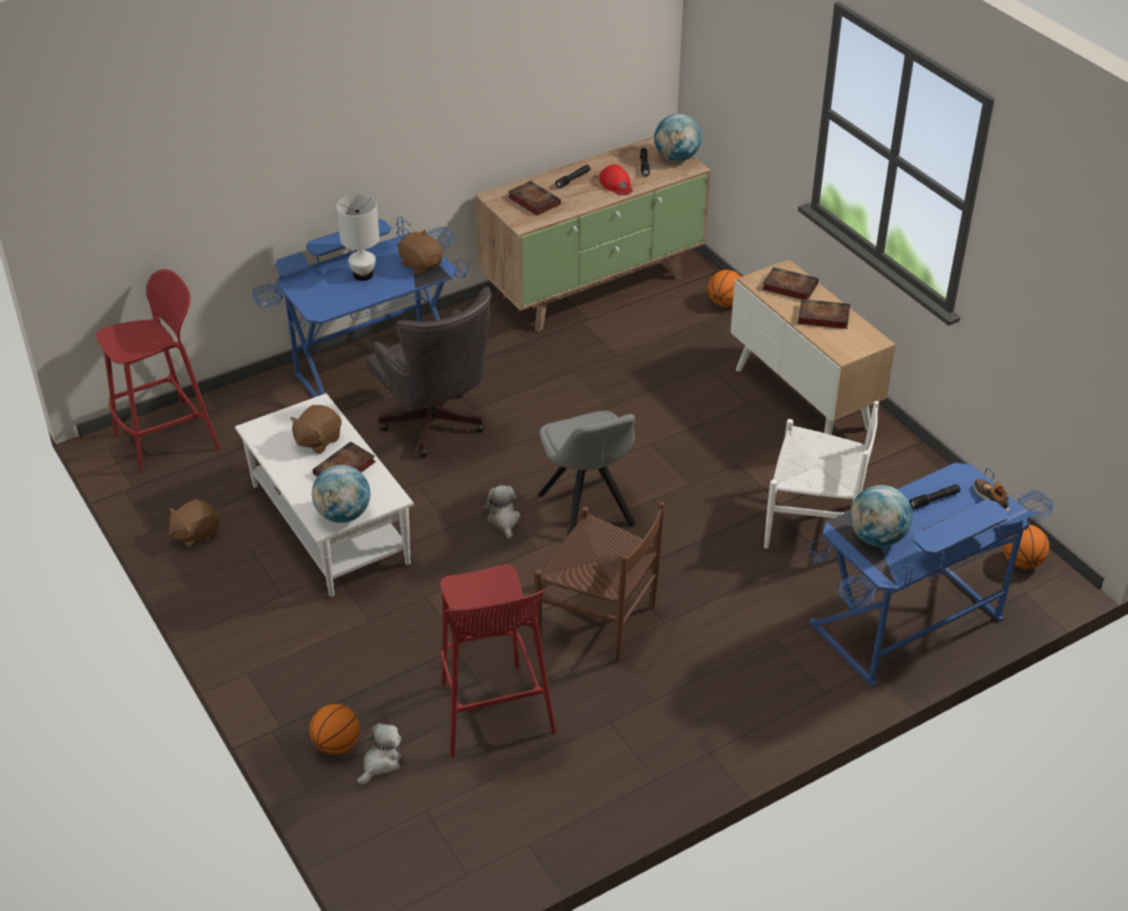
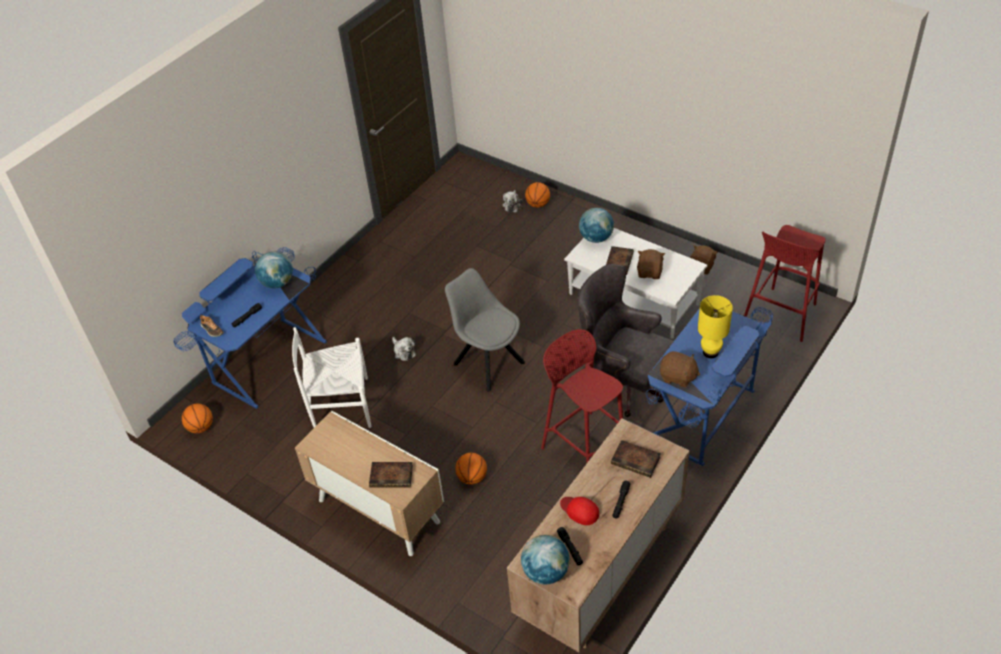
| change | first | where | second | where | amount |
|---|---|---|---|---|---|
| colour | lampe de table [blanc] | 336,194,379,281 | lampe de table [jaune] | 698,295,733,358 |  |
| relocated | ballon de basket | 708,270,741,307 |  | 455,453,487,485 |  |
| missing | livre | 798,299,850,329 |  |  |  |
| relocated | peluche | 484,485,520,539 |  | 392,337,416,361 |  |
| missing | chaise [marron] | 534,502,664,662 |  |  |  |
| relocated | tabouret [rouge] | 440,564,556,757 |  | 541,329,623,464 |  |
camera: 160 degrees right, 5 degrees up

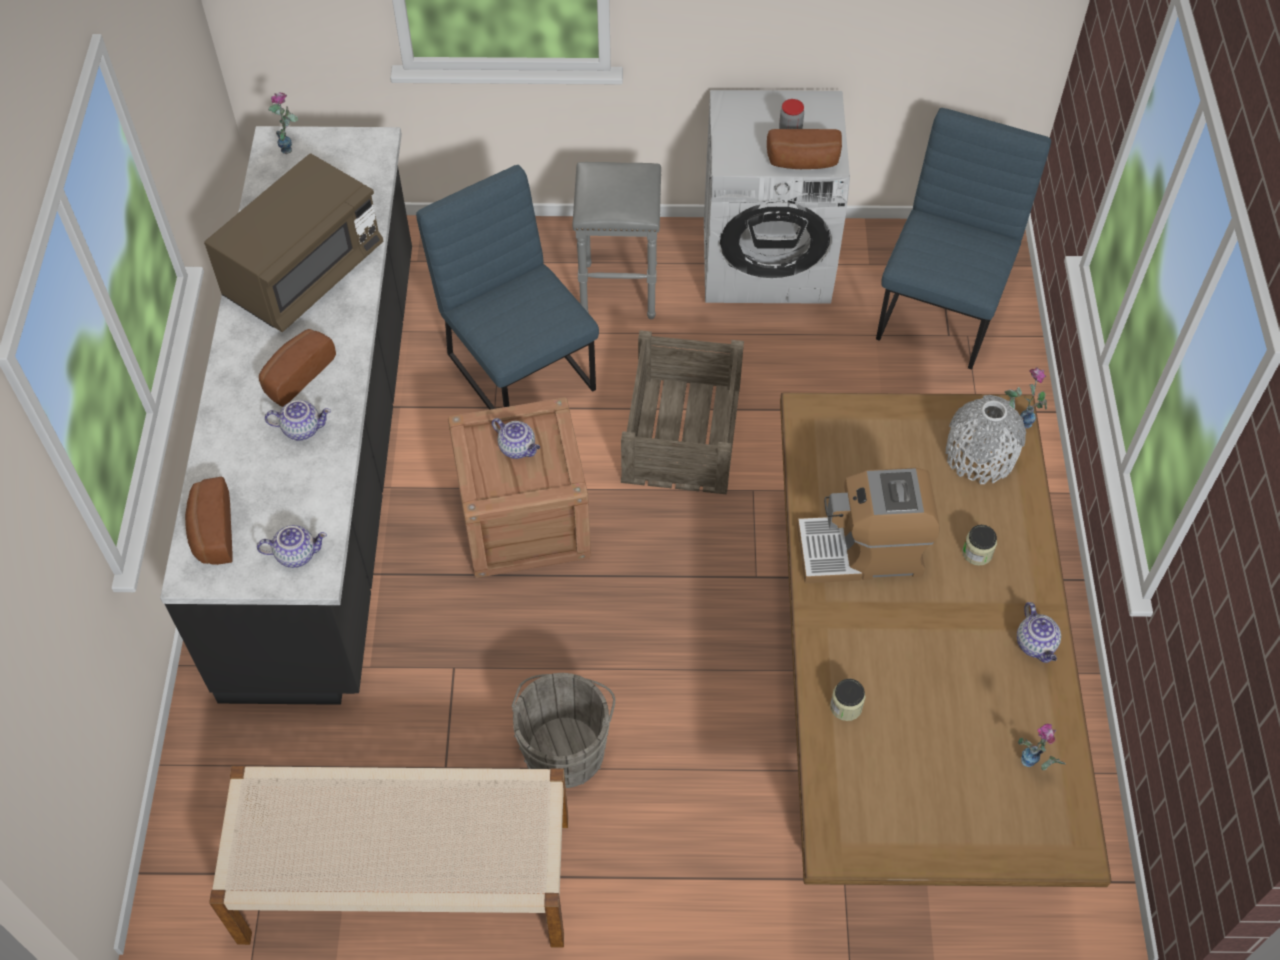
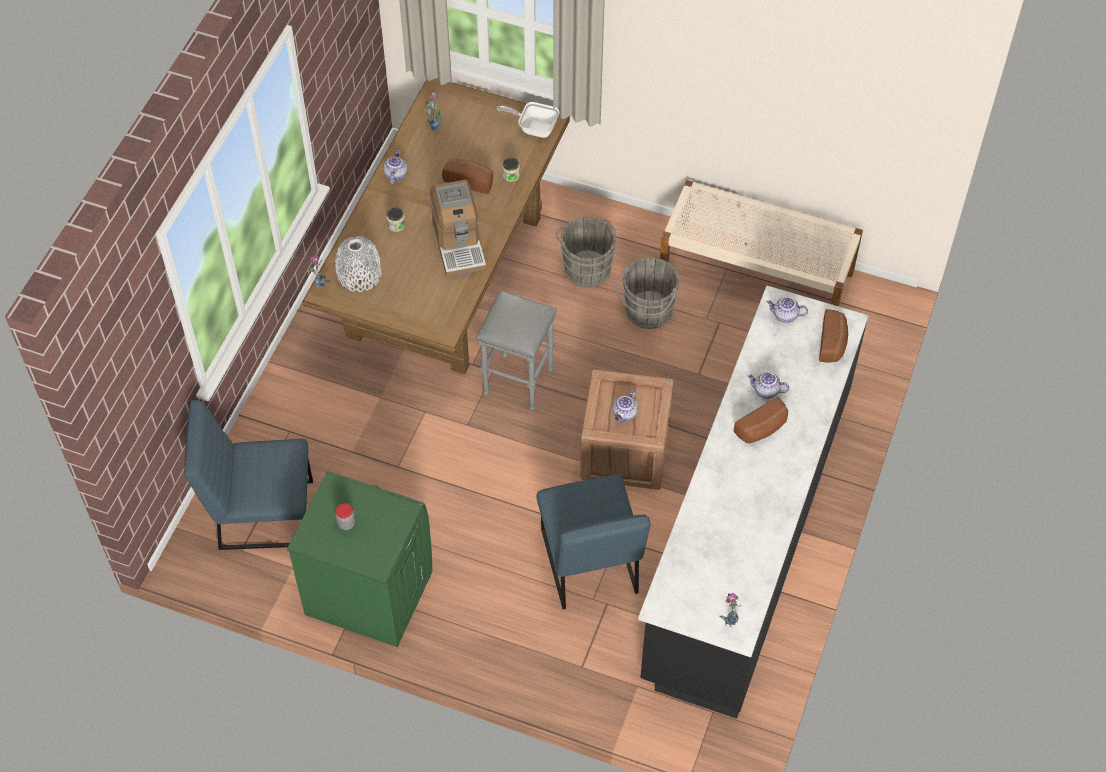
| change | first | where | second | where | amount |
|---|---|---|---|---|---|
| colour | lave-linge [blanc] | 704,90,850,304 | lave-linge [vert] | 287,471,432,647 |  |
| spun | chaise [bleu] | 876,108,1051,370 |  | 184,400,313,550 | 45 degrees clockwise |
| relocated | pain | 767,129,842,169 |  | 442,159,493,194 |  |
| missing | micro-ondes [marron] | 204,153,383,332 |  |  |  |
| relocated | tabouret [gris] | 572,162,661,319 |  | 476,291,557,411 |  |
| missing | caisse | 621,330,744,495 |  |  |  |
| spun | théière | 492,418,540,459 |  | 613,390,638,423 | 120 degrees counterclockwise |
| spun | machine à café | 797,468,939,583 |  | 430,180,487,277 | 60 degrees clockwise |
| appeared |  |  | poêle | 497,102,559,138 |  |
| appeared |  |  | seau [gris] | 556,217,617,287 |  |
camera: 160 degrees left, 0 degrees up

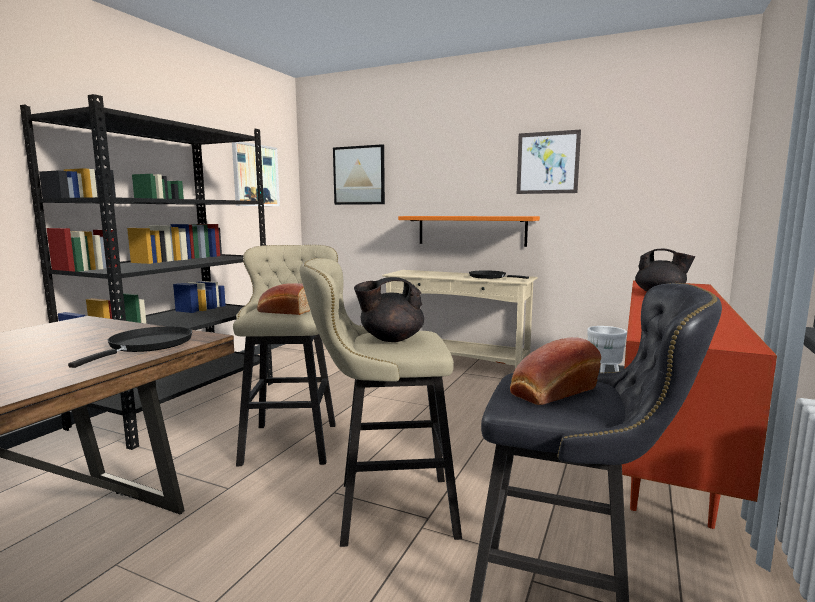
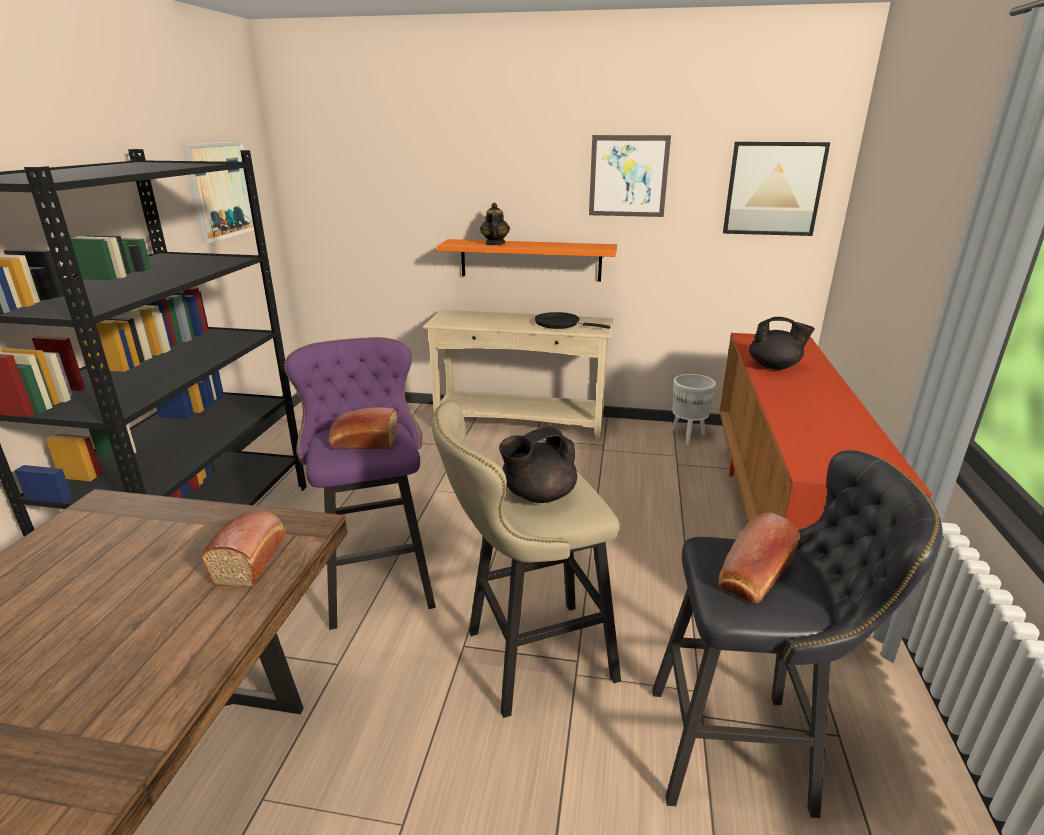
| change | first | where | second | where | amount |
|---|---|---|---|---|---|
| relocated | tableau | 333,144,385,205 |  | 723,142,830,236 |  |
| colour | tabouret [beige] | 233,245,338,466 | tabouret [violet] | 284,337,436,630 |  |
| exchanged | poêle [noir] | 68,326,192,368 | pain | 202,511,286,587 |  |
| appeared |  |  | théière | 480,203,510,245 |  |
camera: 15 degrees left, 15 degrees up

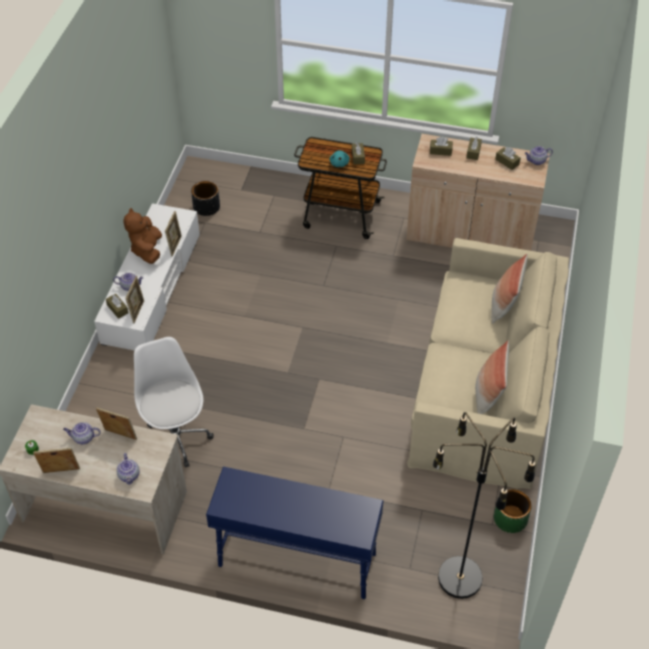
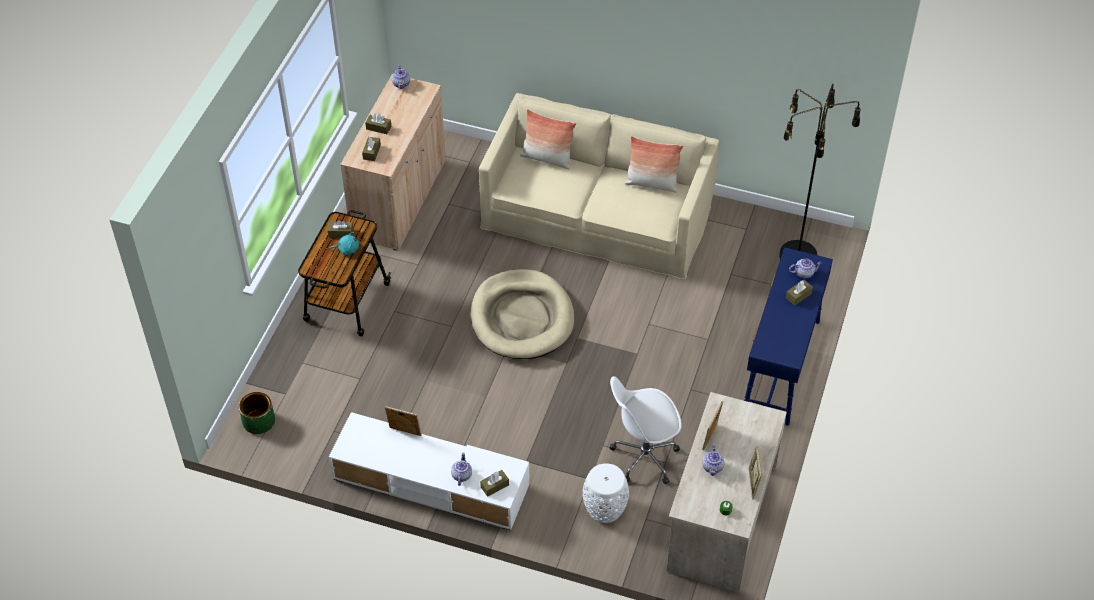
| change | first | where | second | where | amount |
|---|---|---|---|---|---|
| relocated | boîte à mouchoirs [marron] | 495,147,521,170 |  | 786,280,813,305 |  |
| missing | cache-pot [noir] | 191,181,220,216 |  |  |  |
| missing | peluche [marron] | 124,208,162,264 |  |  |  |
| missing | cadre photo | 125,276,144,323 |  |  |  |
| relocated | théière | 116,453,140,485 |  | 789,258,822,279 |  |
| relocated | cache-pot [vert] | 494,489,532,533 |  | 239,392,275,434 |  |
| appeared |  |  | panier pour chien [beige] | 471,269,574,359 |  |
| appeared |  |  | tabouret [blanc] | 583,463,629,523 |  |
camera: 85 degrees left, 0 degrees up

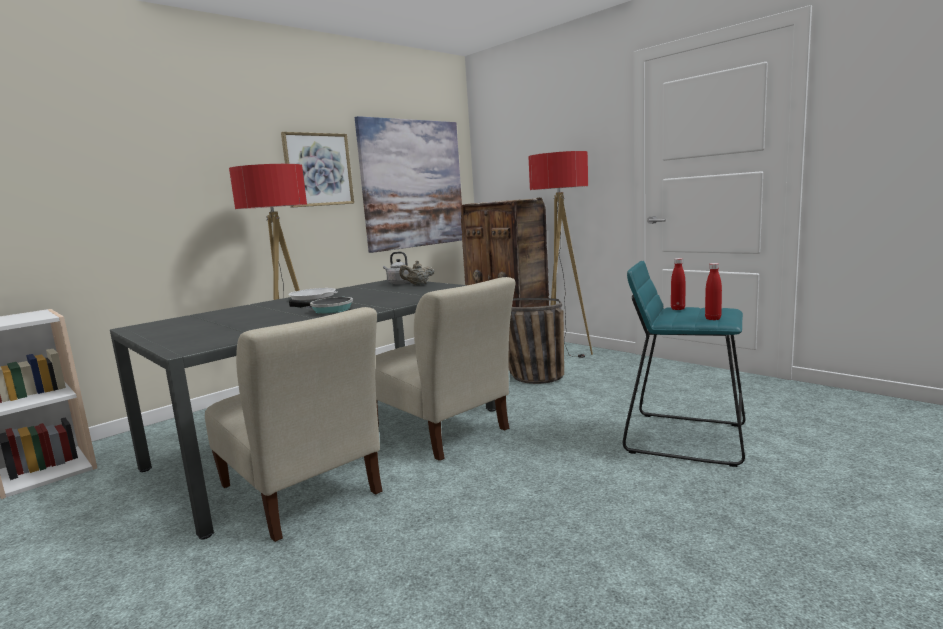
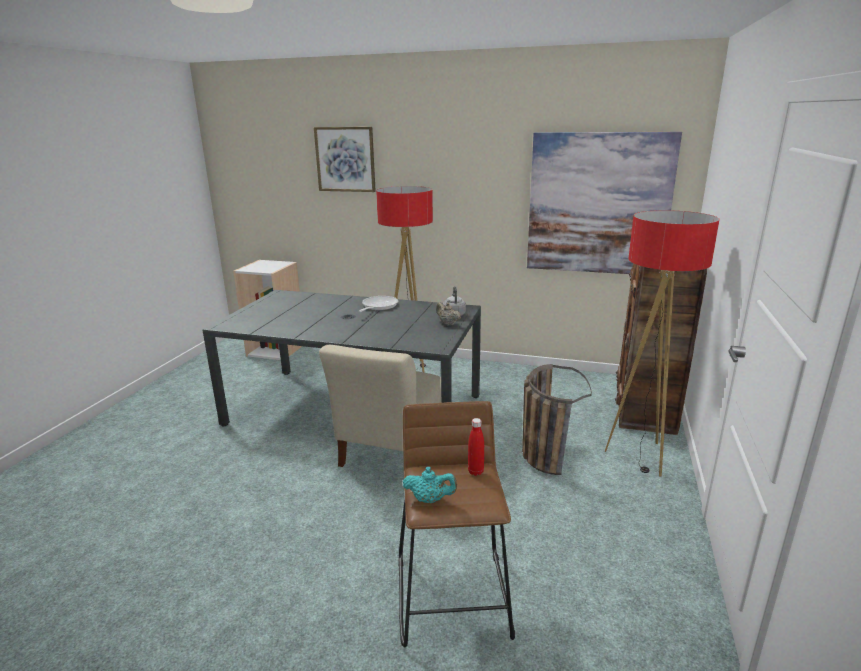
| change | first | where | second | where | amount |
|---|---|---|---|---|---|
| relocated | tableau | 281,132,354,208 |  | 314,127,376,192 |  |
| colour | tabouret [turquoise] | 623,261,746,467 | tabouret [marron] | 398,401,515,647 |  |
| exchanged | bouteille [rouge] | 705,263,722,320 | théière [turquoise] | 403,467,457,503 |  |
| missing | poêle | 289,297,353,314 |  |  |  |
| missing | chaise [beige] | 205,307,382,542 |  |  |  |
camera: 60 degrees right, 10 degrees up

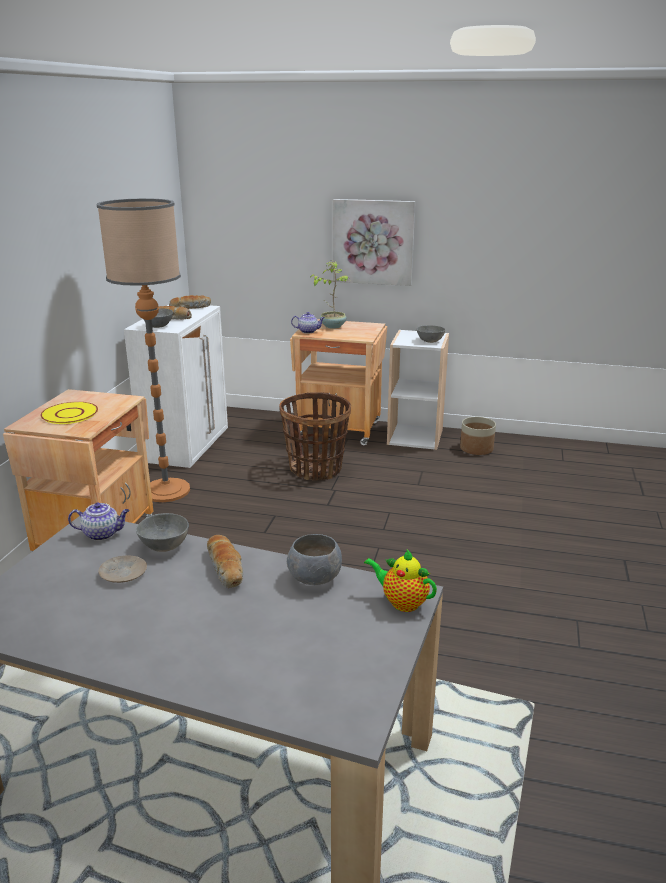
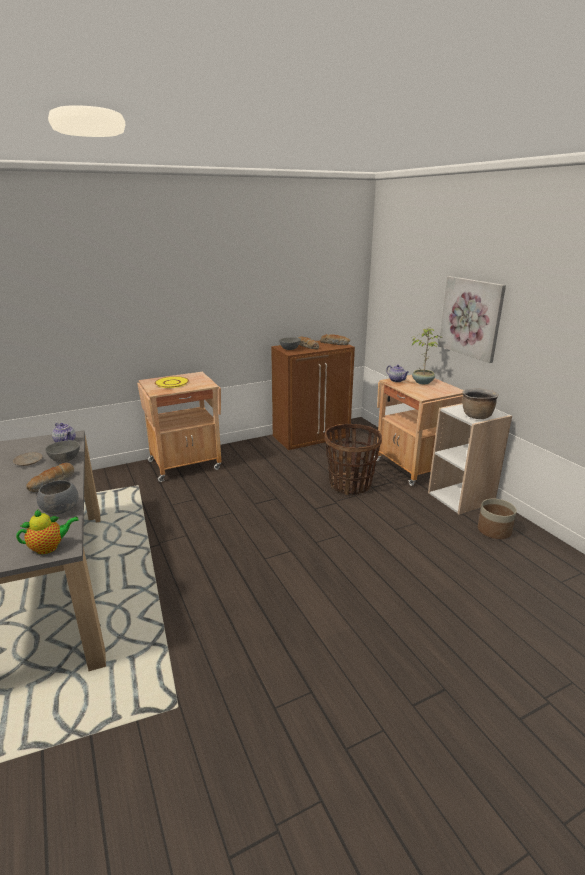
| change | first | where | second | where | amount |
|---|---|---|---|---|---|
| missing | lampadaire | 97,198,190,502 |  |  |  |
| colour | meuble de rangement [blanc] | 124,305,228,468 | meuble de rangement [marron] | 271,340,355,450 |  |
| exchanged | bol [gris] | 417,325,445,343 | marmite [marron] | 462,388,499,419 |  |
| spun | théière | 364,550,437,612 |  | 16,510,79,554 | 75 degrees clockwise |
camera: 50 degrees right, 0 degrees up

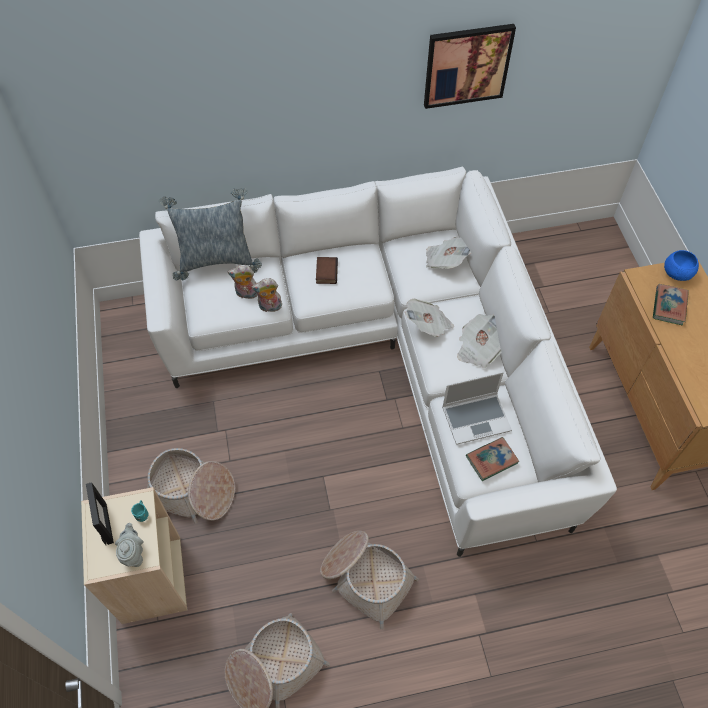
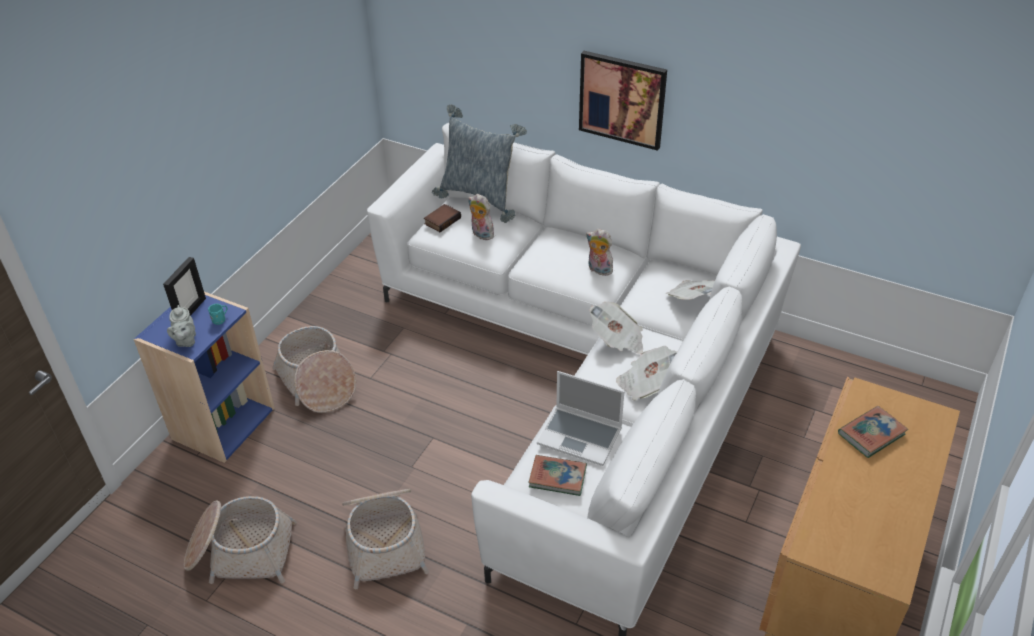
| change | first | where | second | where | amount |
|---|---|---|---|---|---|
| relocated | tableau | 424,24,516,109 |  | 579,51,667,151 |  |
| missing | bol [bleu] | 664,250,699,281 |  |  |  |
| relocated | livre | 316,257,338,284 |  | 424,204,461,232 |  |
| relocated | peluche | 251,278,282,312 |  | 586,229,613,276 |  |
| colour | bibliothèque [beige] | 81,487,187,624 | bibliothèque [bleu] | 134,292,275,463 |  |
| spun | théière [gris] | 115,523,144,567 |  | 167,305,196,347 | 135 degrees clockwise |
camera: 40 degrees right, 15 degrees down

